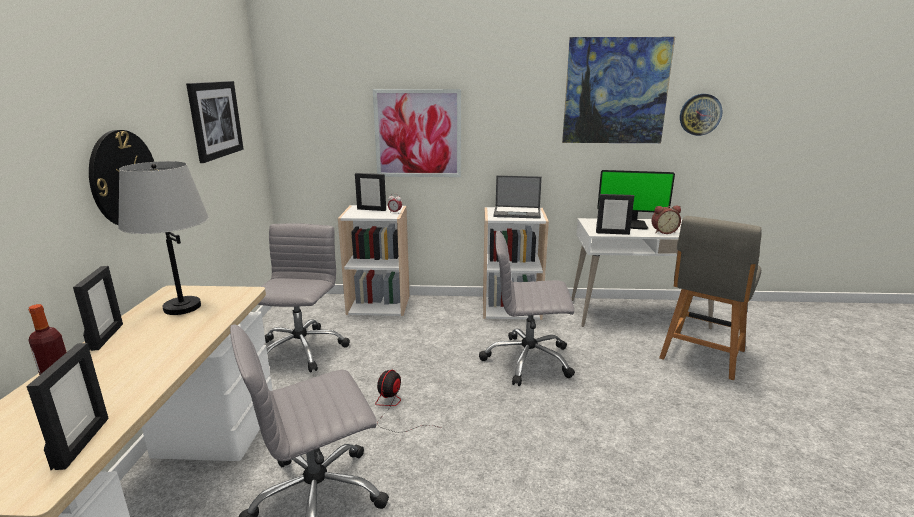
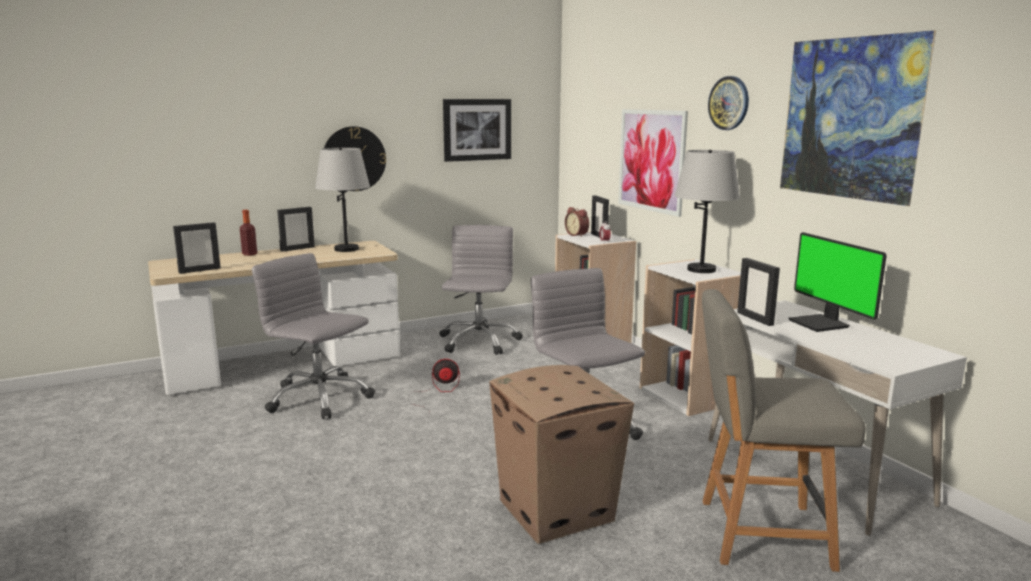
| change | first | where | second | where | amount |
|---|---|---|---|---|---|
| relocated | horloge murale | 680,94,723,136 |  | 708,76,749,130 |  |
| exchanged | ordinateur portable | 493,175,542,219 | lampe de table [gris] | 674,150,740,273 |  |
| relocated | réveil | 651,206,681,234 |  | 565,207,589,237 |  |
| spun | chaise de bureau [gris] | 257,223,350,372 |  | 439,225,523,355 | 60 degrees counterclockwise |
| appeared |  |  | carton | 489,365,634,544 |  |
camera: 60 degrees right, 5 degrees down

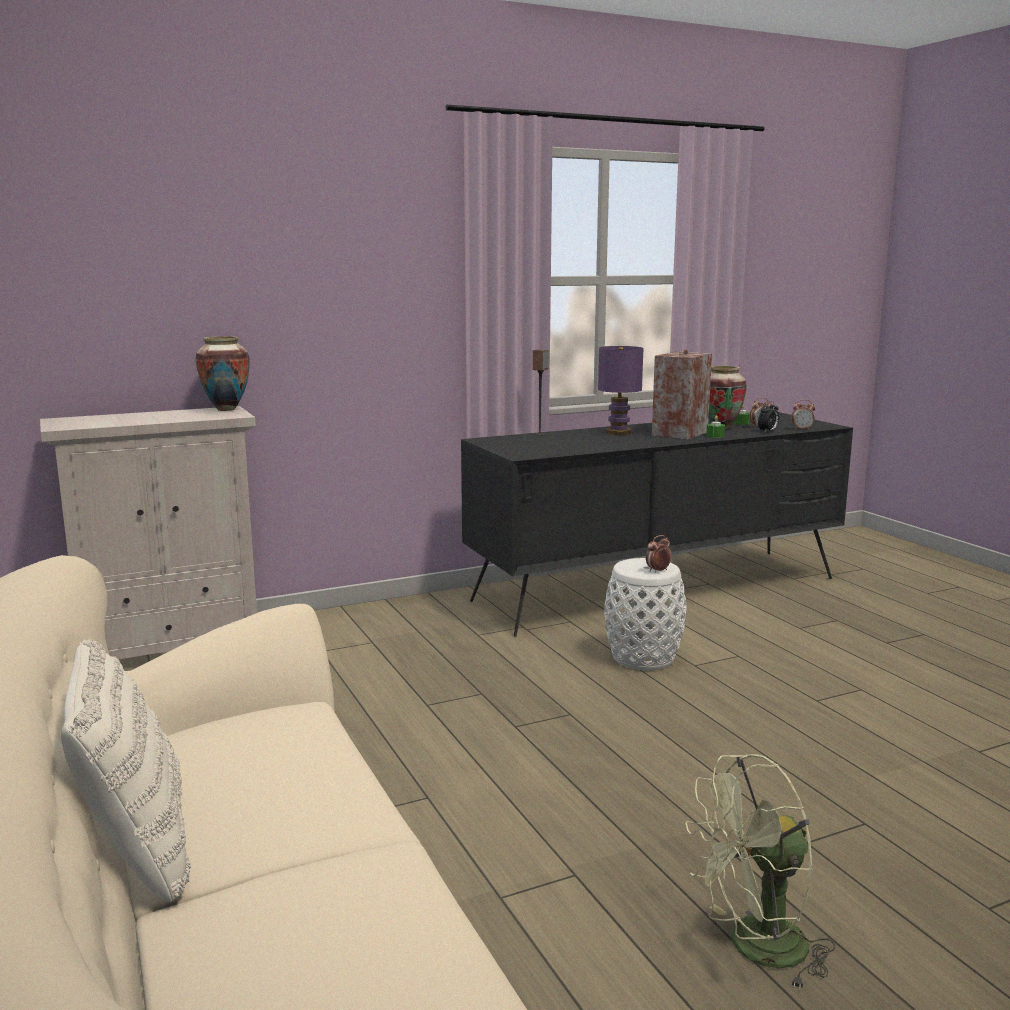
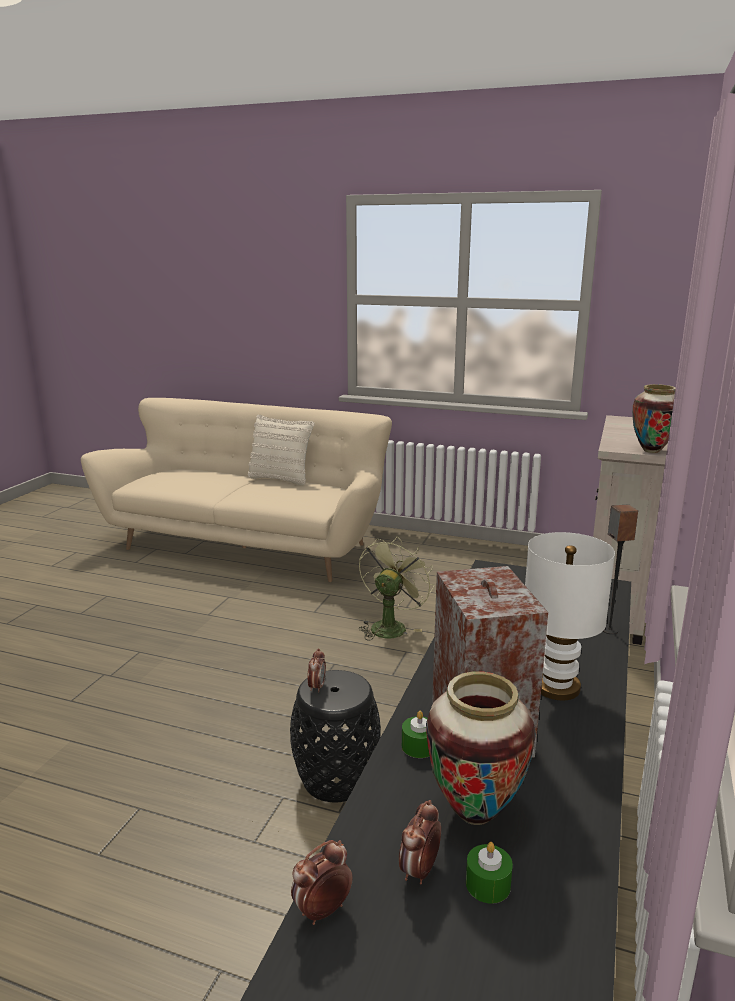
| change | first | where | second | where | amount |
|---|---|---|---|---|---|
| colour | lampe de table [violet] | 598,346,644,435 | lampe de table [blanc] | 525,532,615,700 |  |
| missing | réveil | 758,401,779,432 |  |  |  |
| colour | tabouret [blanc] | 604,558,687,670 | tabouret [noir] | 290,670,381,802 |  |
| relocated | ventilateur [vert] | 686,754,835,991 |  | 359,536,434,641 |  |
camera: 135 degrees right, 5 degrees up

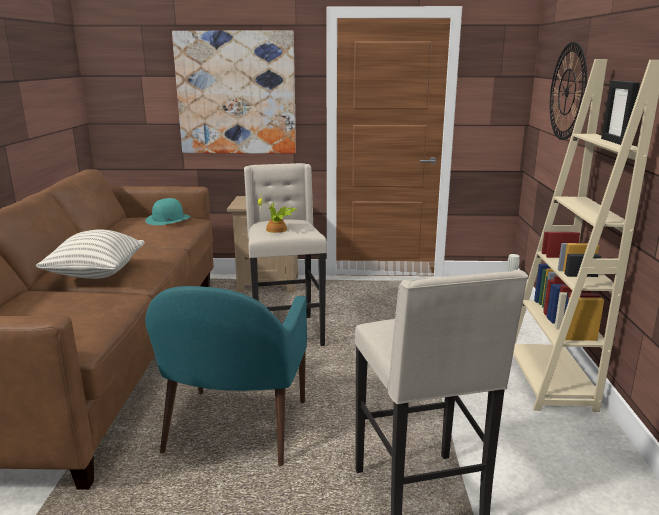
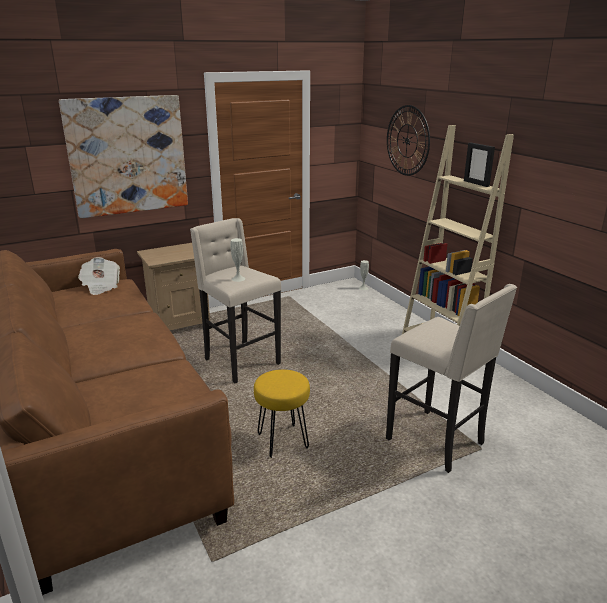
| change | first | where | second | where | amount |
|---|---|---|---|---|---|
| exchanged | plante en pot | 258,192,297,233 | vase [blanc] | 230,238,245,282 |  |
| exchanged | chapeau [turquoise] | 145,198,190,225 | journal | 78,257,120,295 |  |
| missing | coussin | 36,229,145,279 |  |  |  |
| exchanged | fauteuil [turquoise] | 145,286,307,466 | tabouret [jaune] | 254,369,310,458 |  |
camera: 30 degrees left, 5 degrees up

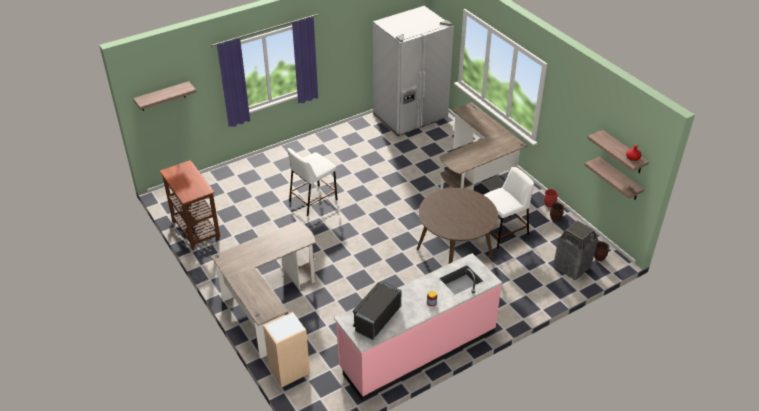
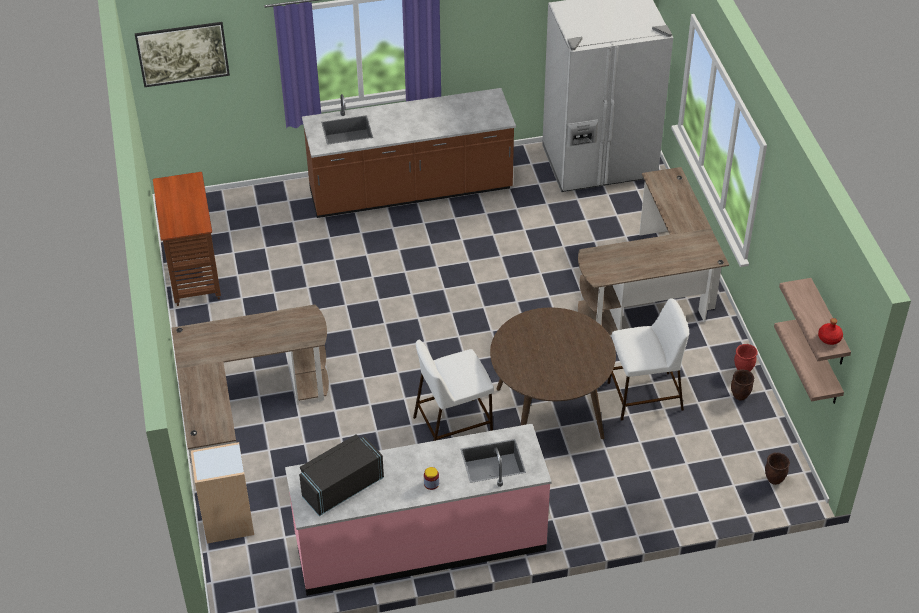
| change | first | where | second | where | amount |
|---|---|---|---|---|---|
| exchanged | étagère | 133,81,196,111 | tableau | 135,22,230,88 |  |
| relocated | tabouret [blanc] | 287,148,338,216 |  | 413,340,494,441 |  |
| missing | poubelle | 553,220,598,281 |  |  |  |
| appeared |  |  | comptoir de cuisine [marron] | 302,88,516,218 |  |
camera: 20 degrees right, 5 degrees up

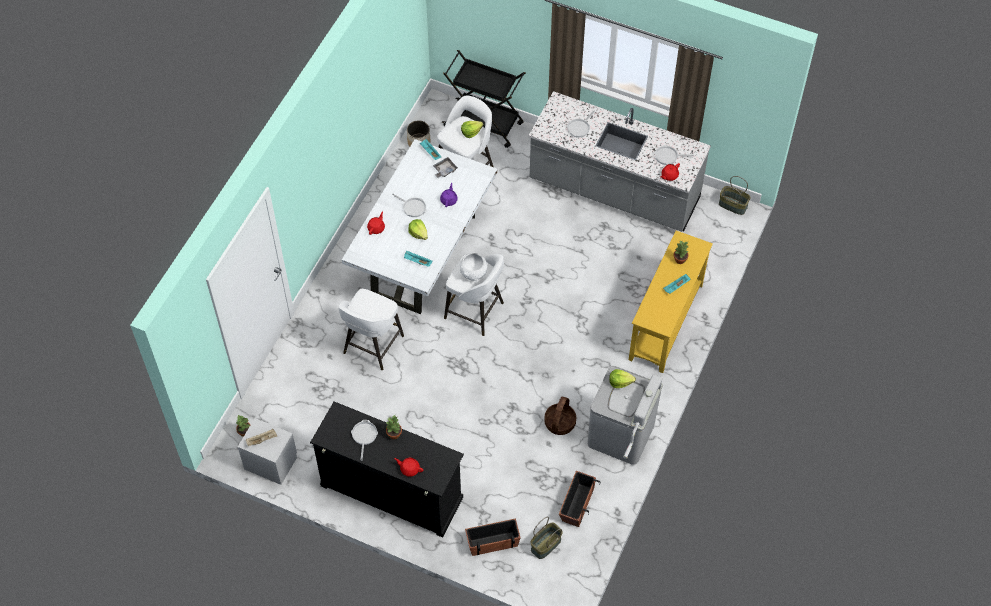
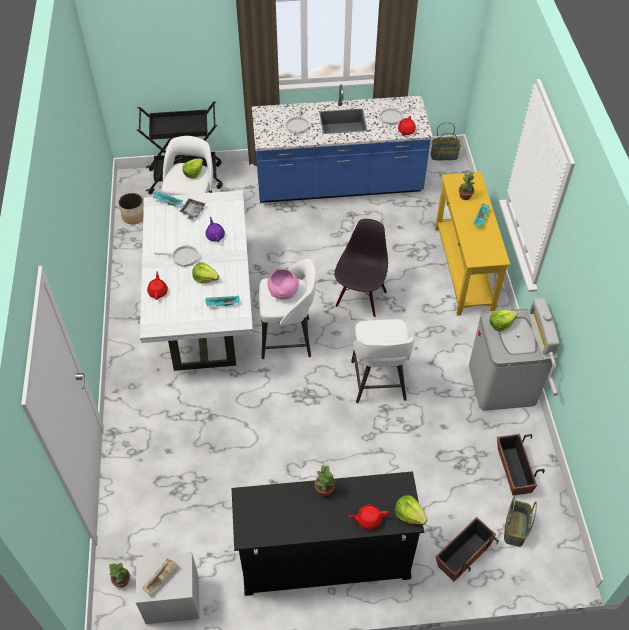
| change | first | where | second | where | amount |
|---|---|---|---|---|---|
| colour | comptoir de cuisine [gris] | 529,91,711,232 | comptoir de cuisine [bleu] | 252,85,433,203 |  |
| colour | bol [blanc] | 460,253,487,281 | bol [rose] | 268,269,299,300 |  |
| relocated | tabouret [blanc] | 338,289,404,370 |  | 351,319,414,403 |  |
| missing | panier | 544,397,576,435 |  |  |  |
| missing | poêle | 351,420,378,461 |  |  |  |
| appeared |  |  | chaise [noir] | 335,219,388,317 |  |
| appeared |  |  | laitue | 395,495,427,525 |  |
camera: 30 degrees left, 5 degrees down

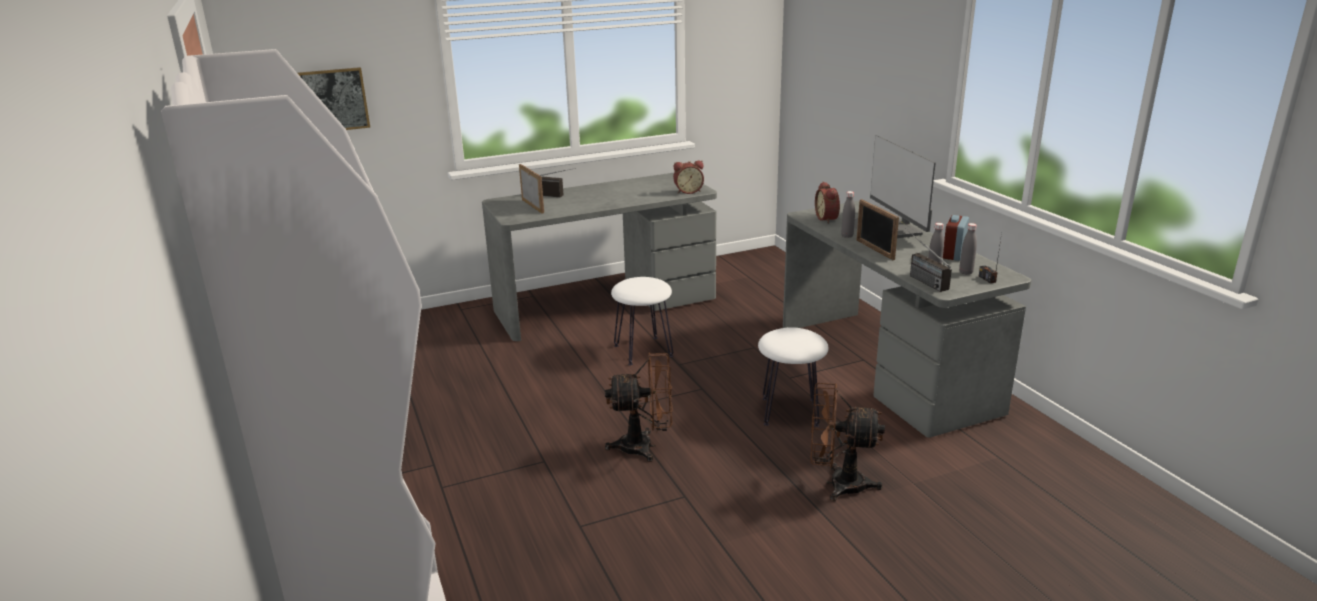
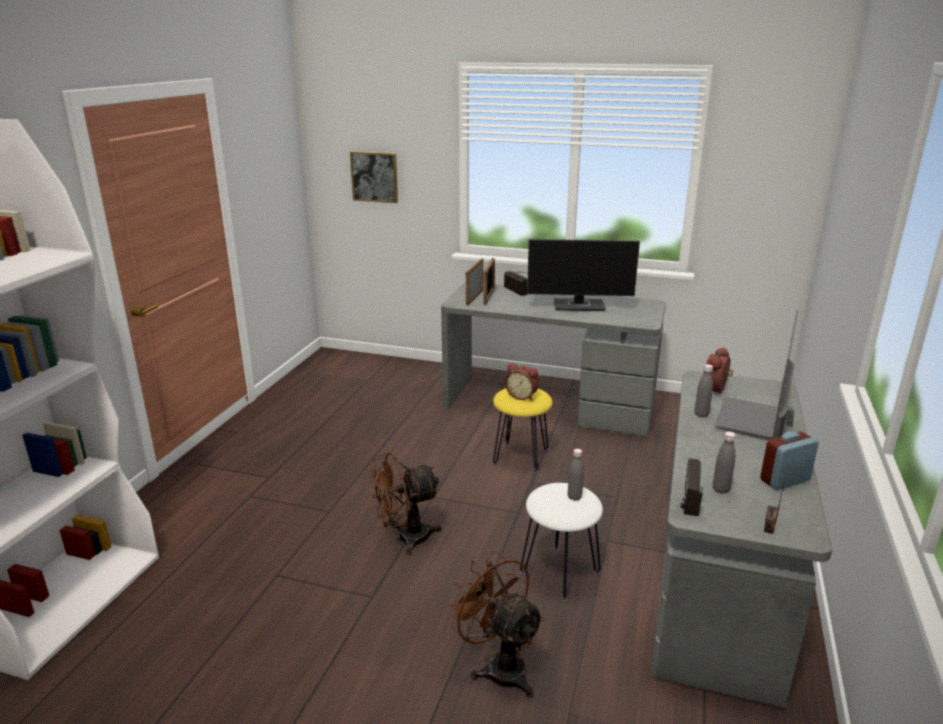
| change | first | where | second | where | amount |
|---|---|---|---|---|---|
| relocated | réveil | 673,160,704,194 |  | 505,363,539,400 |  |
| relocated | cadre photo | 857,199,899,260 |  | 466,258,483,306 |  |
| relocated | bouteille [gris] | 959,223,977,275 |  | 568,449,584,501 |  |
| colour | tabouret [blanc] | 611,277,673,366 | tabouret [jaune] | 493,388,553,473 |  |
| spun | ventilateur [marron] | 605,353,673,462 |  | 369,452,442,555 | 120 degrees clockwise |
| appeared |  |  | écran d'ordinateur | 527,239,640,311 |  |
camera: 40 degrees right, 0 degrees up

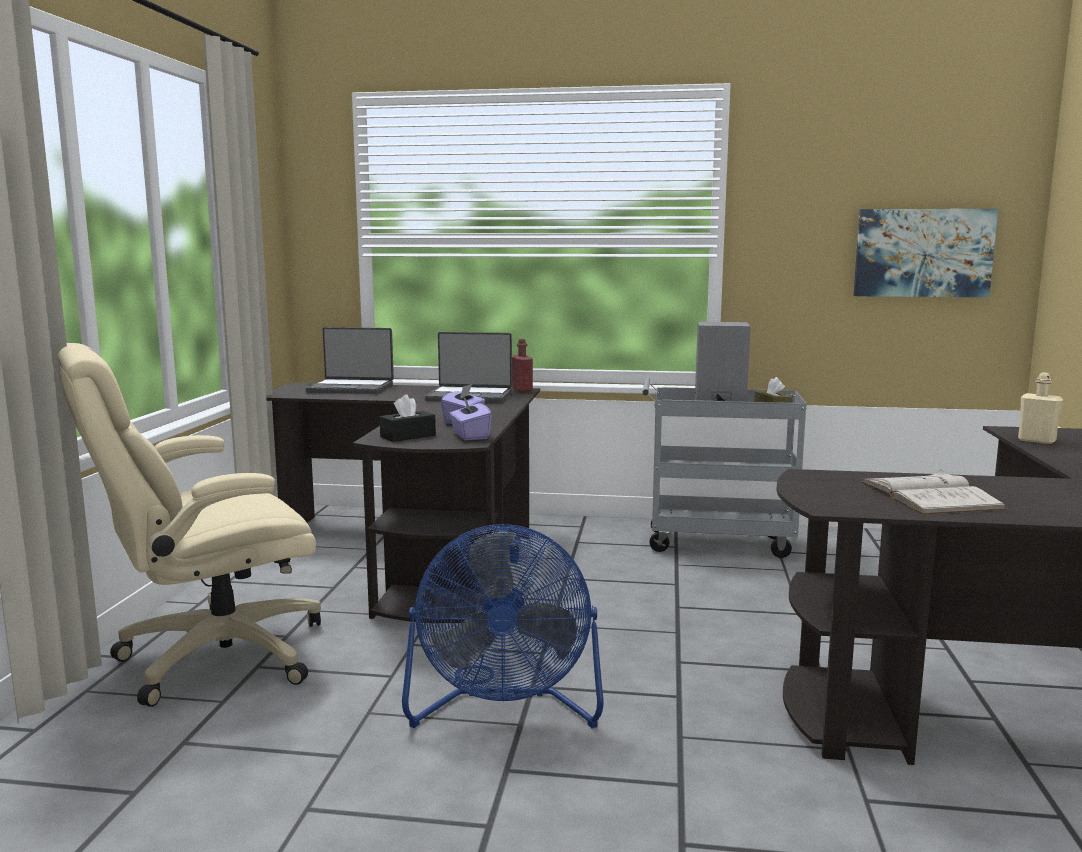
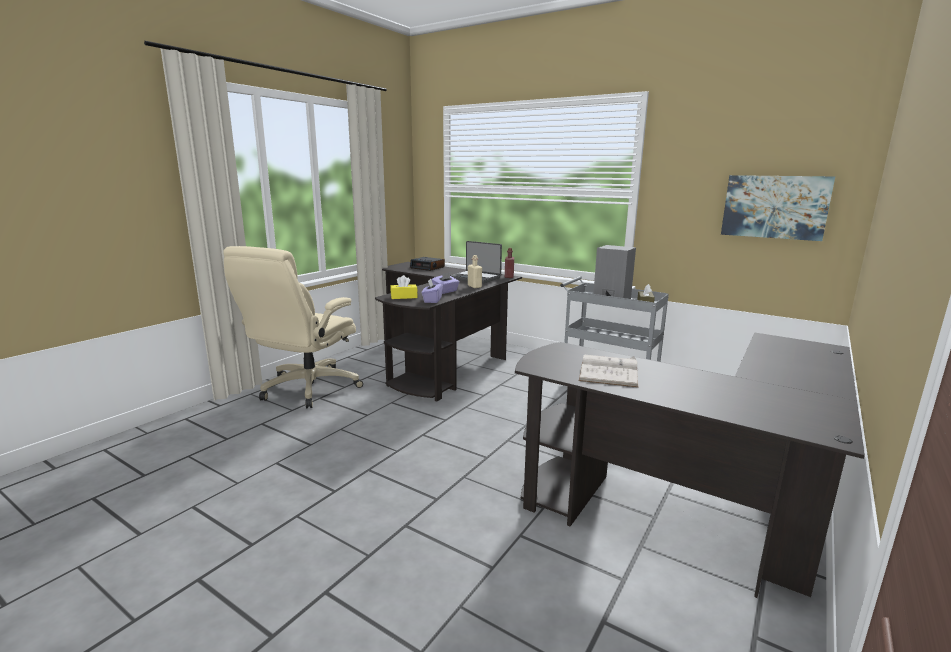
| change | first | where | second | where | amount |
|---|---|---|---|---|---|
| exchanged | ordinateur portable | 306,327,394,394 | réveil | 410,257,445,271 |  |
| spun | chaise de bureau [beige] | 58,343,321,707 |  | 223,246,363,409 | 60 degrees counterclockwise |
| relocated | bouteille [beige] | 1018,373,1063,444 |  | 468,255,482,288 |  |
| colour | boîte à mouchoirs [noir] | 380,394,436,442 | boîte à mouchoirs [jaune] | 390,275,418,299 |  |
| missing | ventilateur [bleu] | 402,524,604,729 |  |  |  |
camera: 25 degrees right, 5 degrees up

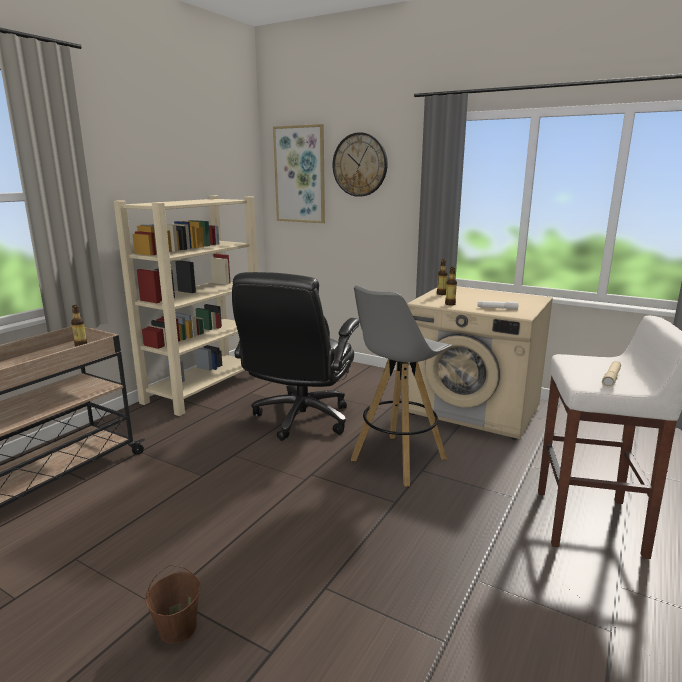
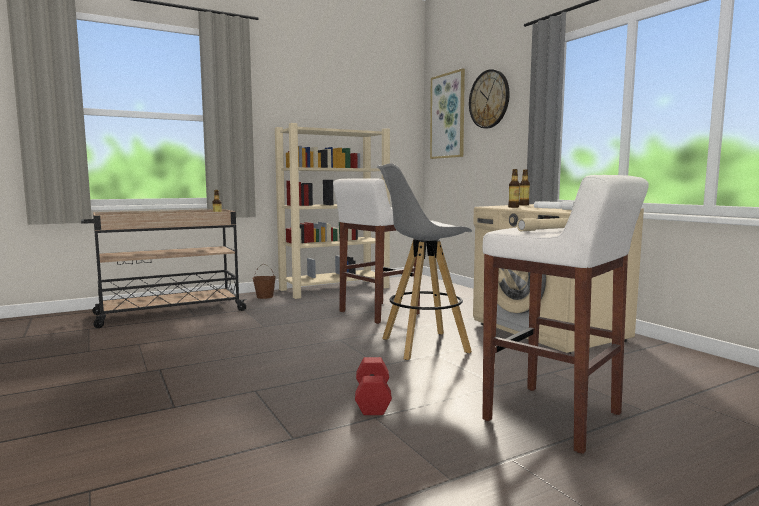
| change | first | where | second | where | amount |
|---|---|---|---|---|---|
| exchanged | chaise de bureau [noir] | 232,272,360,441 | tabouret [blanc] | 333,178,420,324 |  |
| relocated | seau [marron] | 145,565,201,644 |  | 252,264,276,299 |  |
| appeared |  |  | haltère [rouge] | 355,357,392,415 |  |
camera: 30 degrees right, 10 degrees down

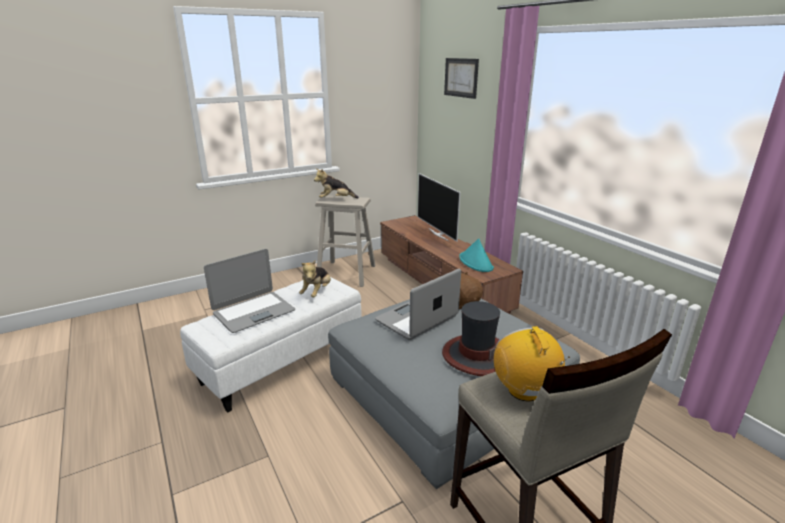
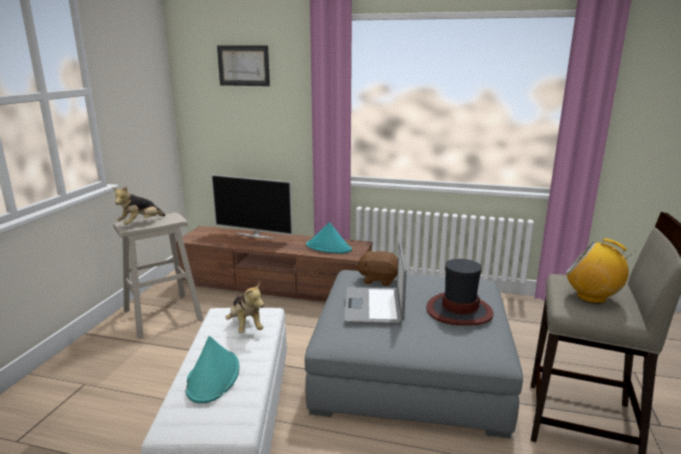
| change | first | where | second | where | amount |
|---|---|---|---|---|---|
| exchanged | ordinateur portable | 204,249,295,333 | chapeau [turquoise] | 185,336,239,404 |  |
camera: 45 degrees left, 5 degrees down

